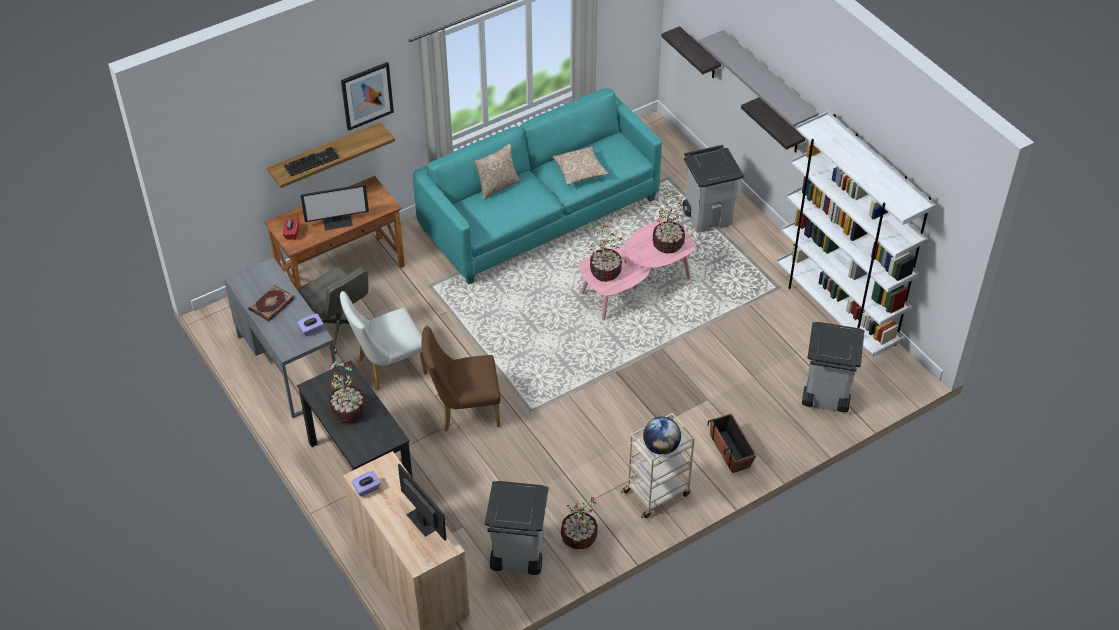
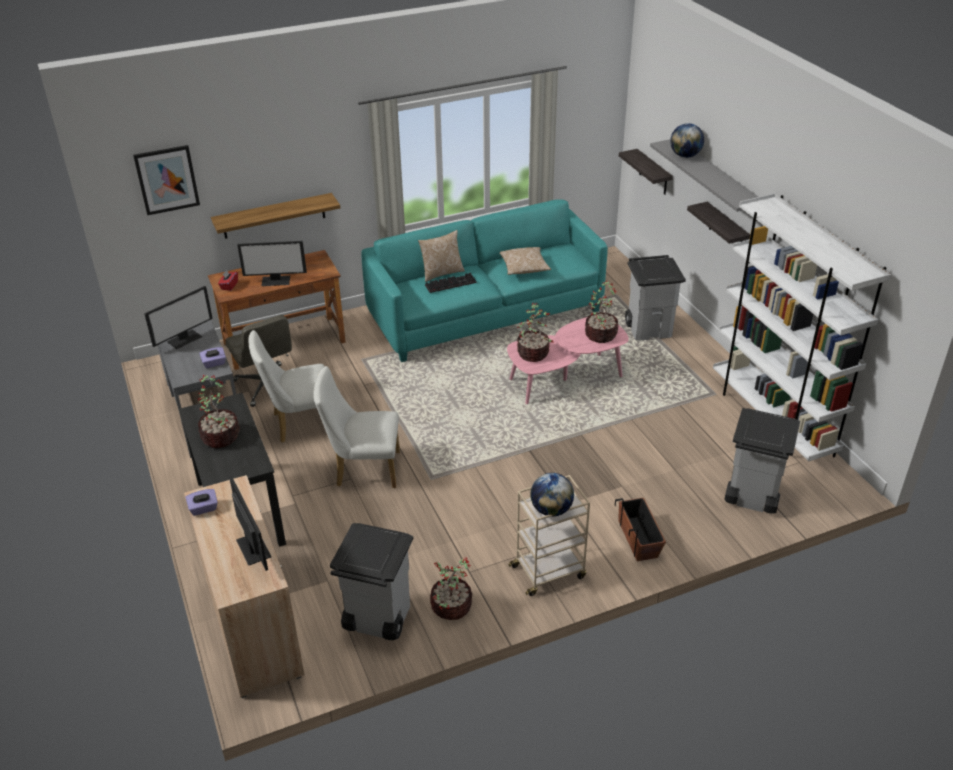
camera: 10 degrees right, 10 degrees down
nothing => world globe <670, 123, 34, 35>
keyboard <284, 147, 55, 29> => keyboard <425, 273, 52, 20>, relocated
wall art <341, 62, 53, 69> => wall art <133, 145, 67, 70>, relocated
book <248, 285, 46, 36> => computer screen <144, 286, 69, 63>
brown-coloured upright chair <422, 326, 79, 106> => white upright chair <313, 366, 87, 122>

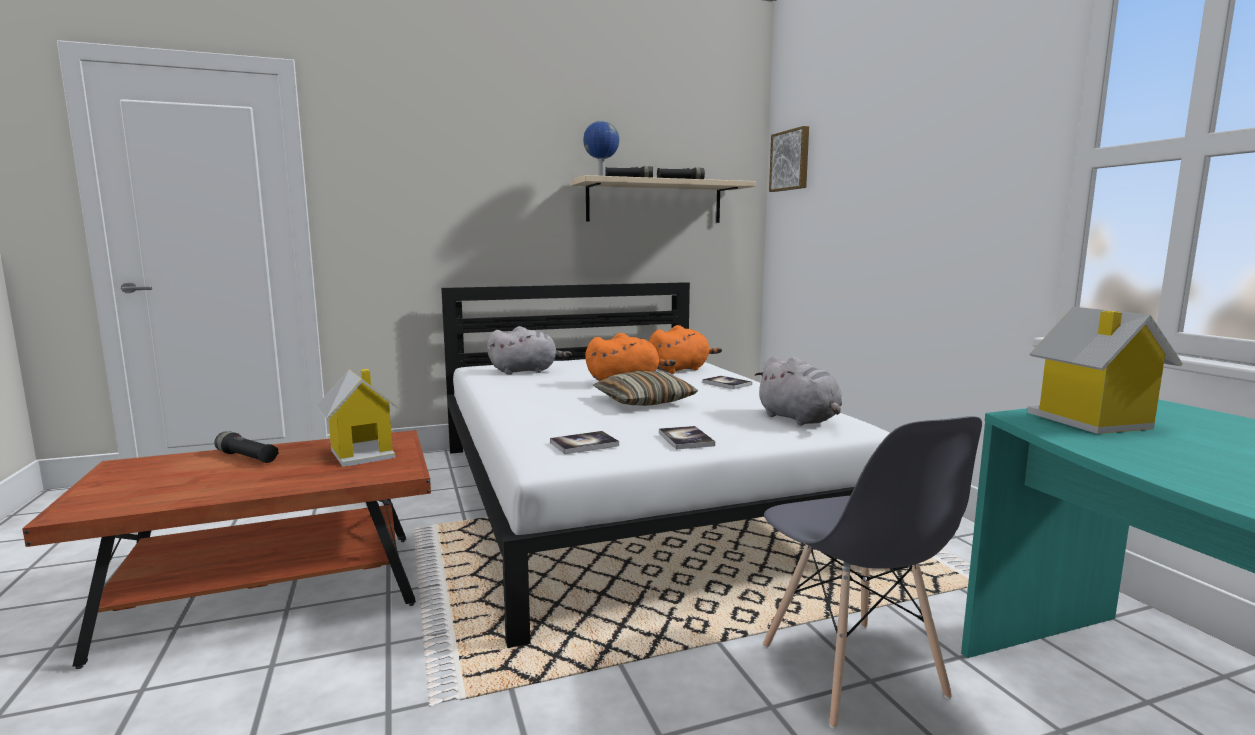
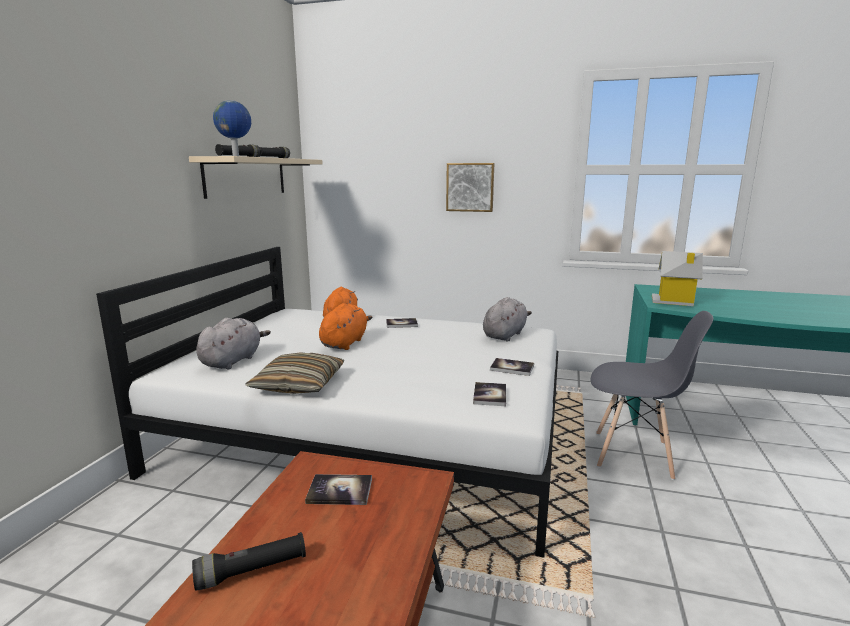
camera: 55 degrees left, 5 degrees up
cushion <593, 371, 105, 35> => cushion <245, 352, 99, 42>, relocated
wall art <769, 126, 40, 66> => wall art <446, 163, 48, 49>, relocated
model house <316, 369, 85, 98> => book <305, 474, 67, 31>
gray cuddly toy <755, 356, 87, 69> => gray cuddly toy <483, 297, 49, 44>, 60 degrees counterclockwise

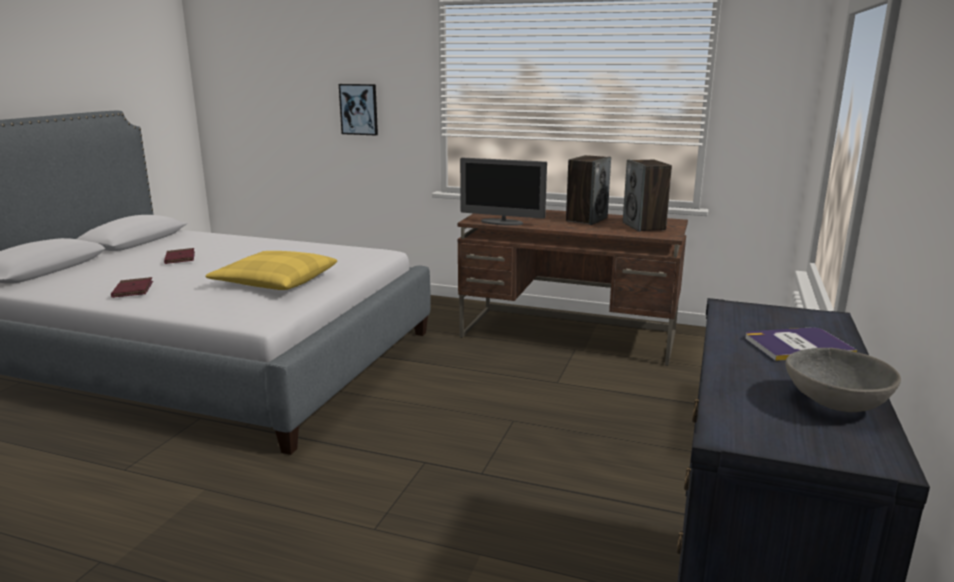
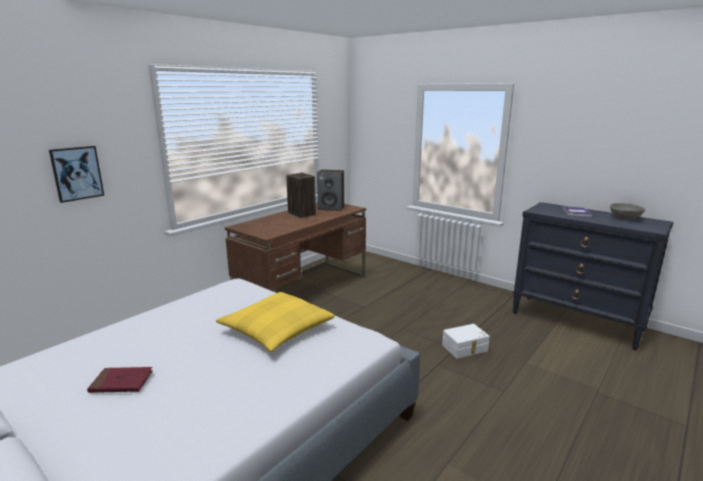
camera: 70 degrees left, 0 degrees up
red book <111, 277, 42, 21> => nothing
computer screen <460, 158, 87, 68> => nothing
nothing => white storage box <442, 324, 48, 35>

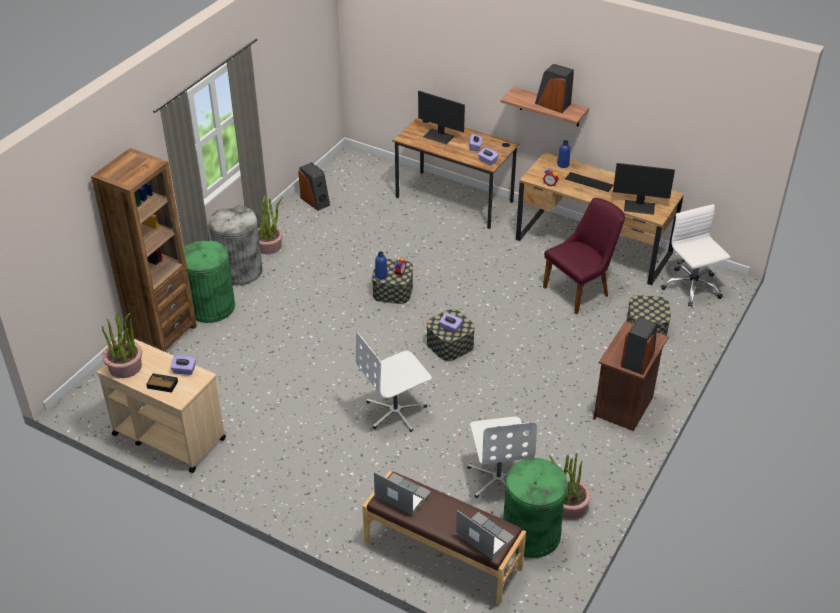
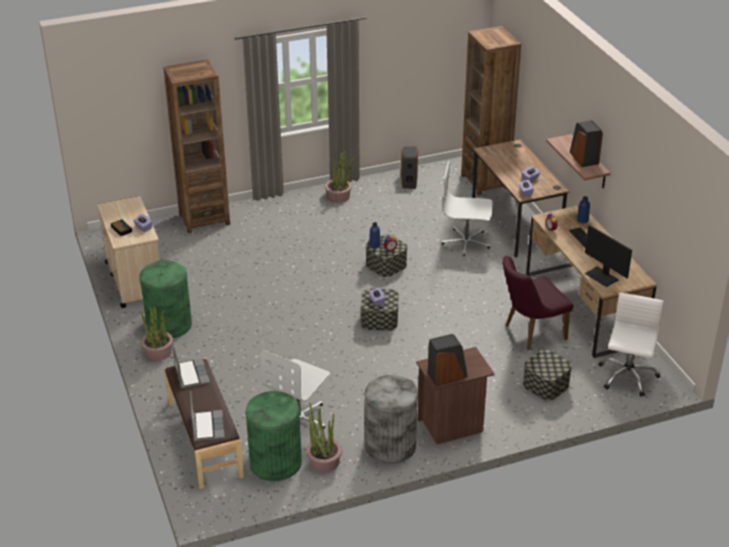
camera: 40 degrees right, 5 degrees down
computer screen <418, 91, 47, 53> => nothing
nothing => brown-coloured shelving unit <461, 26, 60, 170>
potted plant <102, 313, 40, 65> => potted plant <141, 306, 32, 55>, relocated
green-coloured trash can <183, 241, 52, 82> => green-coloured trash can <139, 260, 53, 78>, relocated
gray trash can <209, 205, 54, 81> => gray trash can <365, 375, 53, 89>, relocated
white desk chair <356, 332, 76, 100> => white desk chair <441, 161, 53, 95>, relocated
purple upright chair <543, 198, 82, 116> => purple upright chair <502, 256, 71, 94>, 150 degrees clockwise

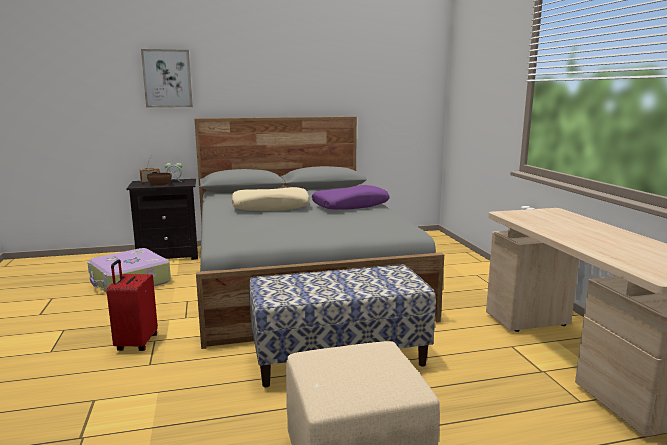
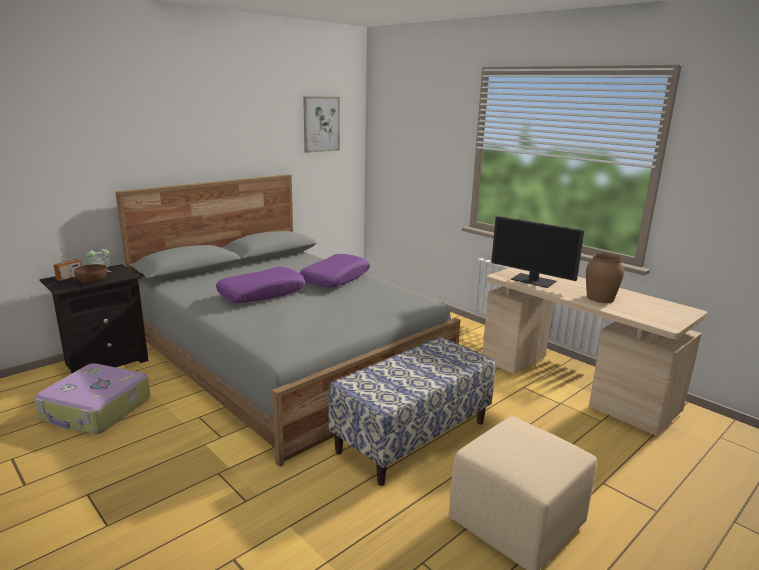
camera: 30 degrees left, 5 degrees up
red piece of luggage <107, 259, 51, 92> => nothing
nothing => computer screen <491, 216, 94, 72>
nothing => brown-coloured decorative vase <586, 253, 38, 50>
wall art <141, 49, 52, 59> => wall art <303, 96, 37, 57>, relocated
sand-coloured cushion <232, 187, 78, 24> => purple cushion <216, 267, 90, 36>

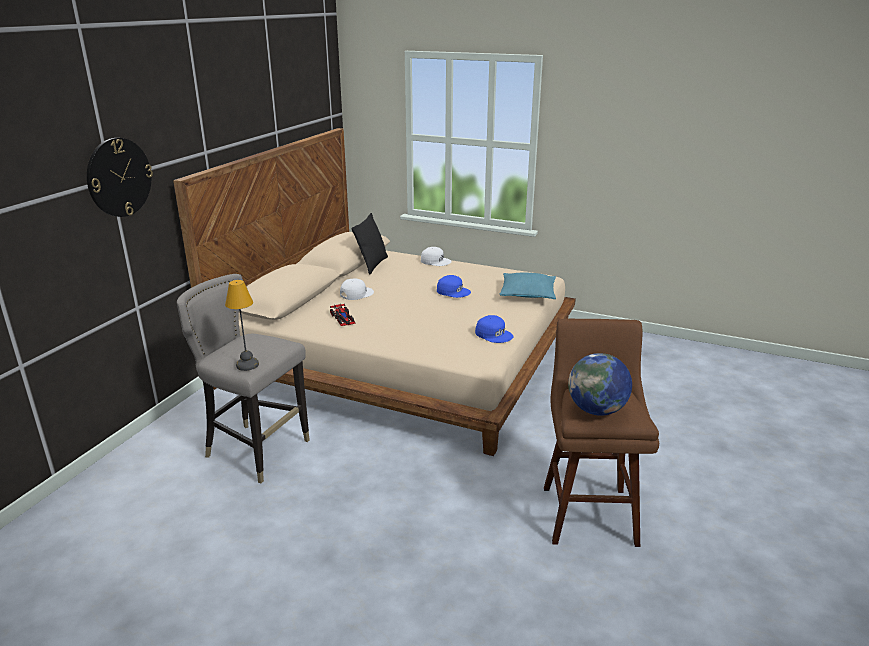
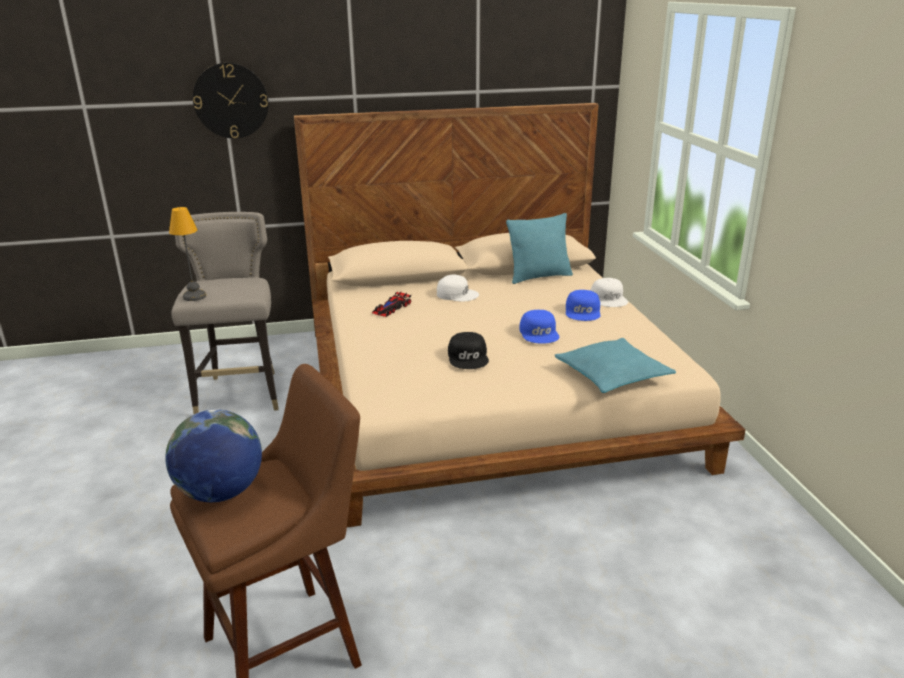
camera: 55 degrees right, 0 degrees up
nothing => black-coloured cap <448, 332, 41, 37>
blue cap <475, 315, 38, 28> => blue cap <566, 290, 35, 31>, relocated
black-coloured cushion <352, 213, 36, 62> => turquoise cushion <506, 213, 67, 71>

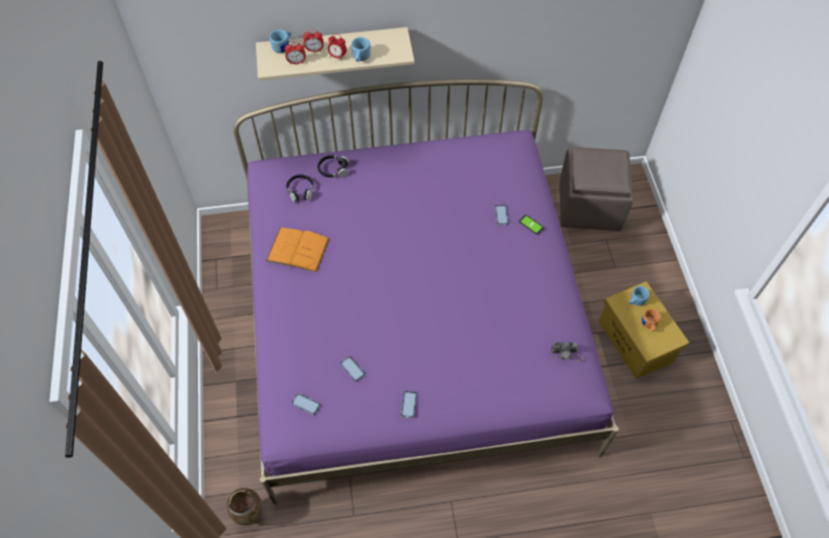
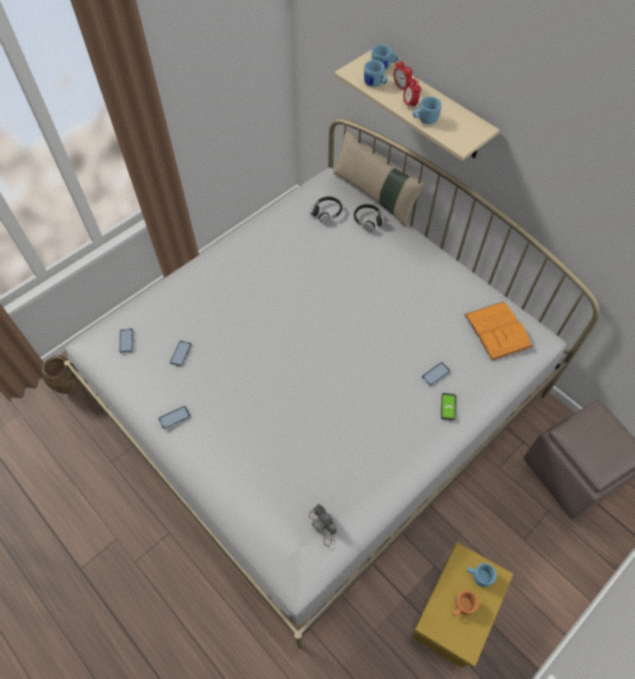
camera: 55 degrees right, 0 degrees up
nothing => sand-coloured cushion <333, 129, 94, 98>
orangey book <266, 227, 64, 45> => orangey book <464, 302, 69, 59>, relocated
alarm clock <285, 42, 21, 22> => blue tea mug <364, 60, 24, 27>
purple bedroom bed <233, 79, 386, 426> => white bedroom bed <64, 118, 536, 531>

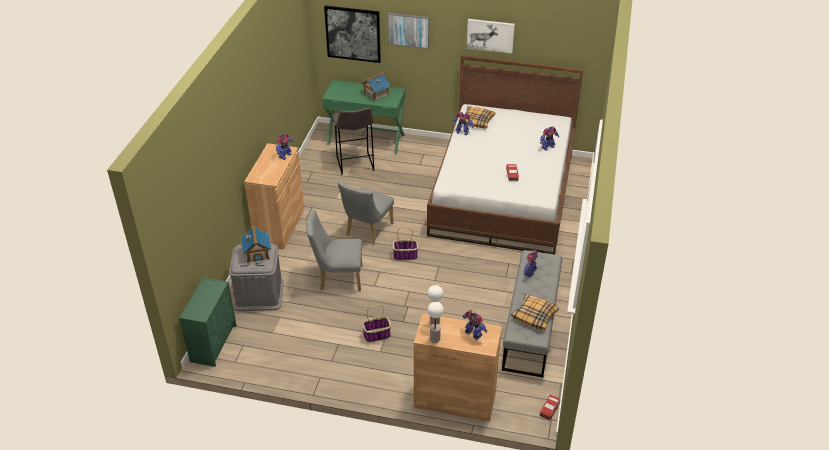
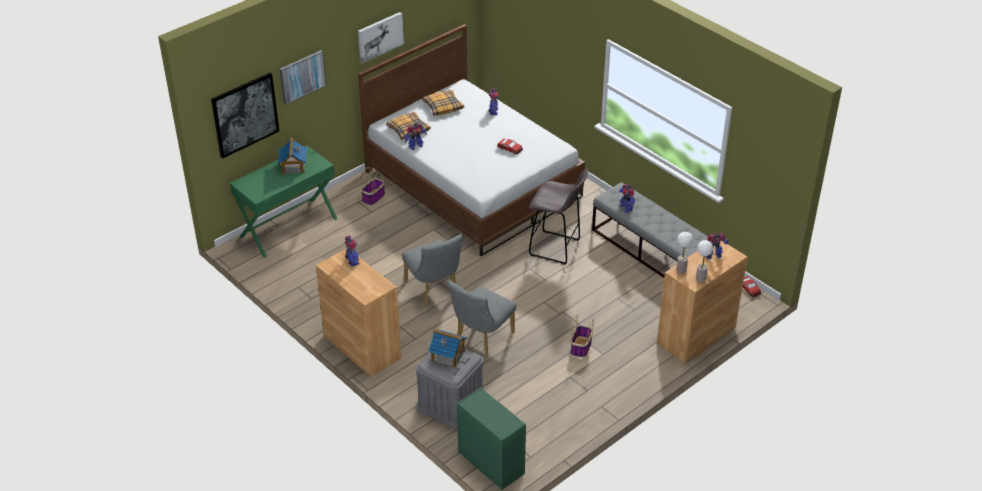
camera: 55 degrees left, 0 degrees up
gray sitting stool <332, 108, 42, 67> => gray sitting stool <529, 169, 59, 96>, relocated
basket <393, 226, 25, 34> => basket <361, 167, 24, 38>, relocated
cushion <511, 294, 48, 36> => cushion <422, 90, 42, 25>, relocated

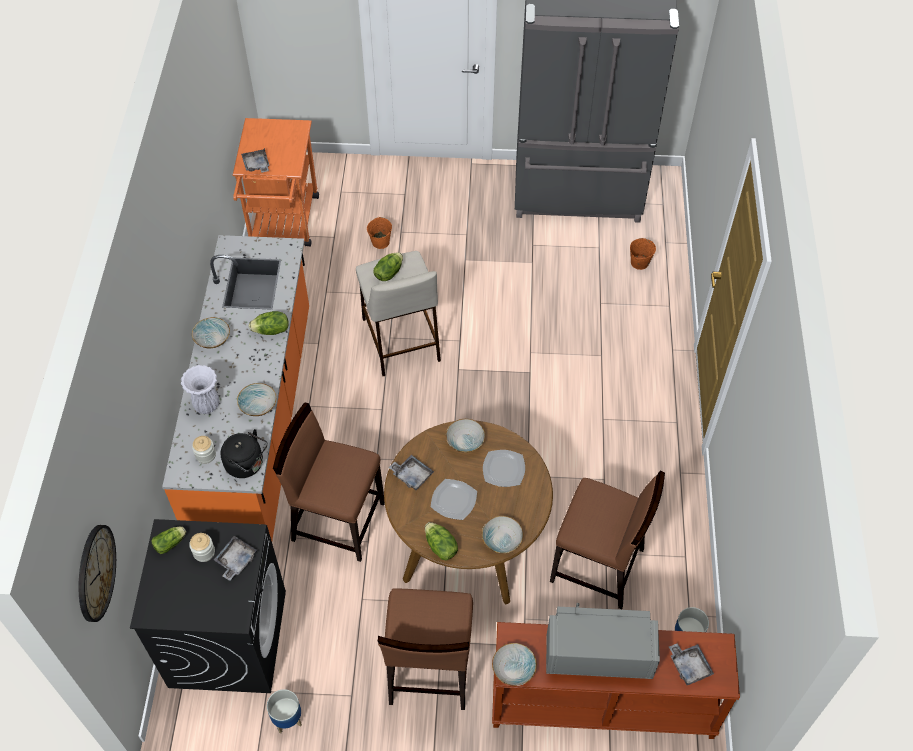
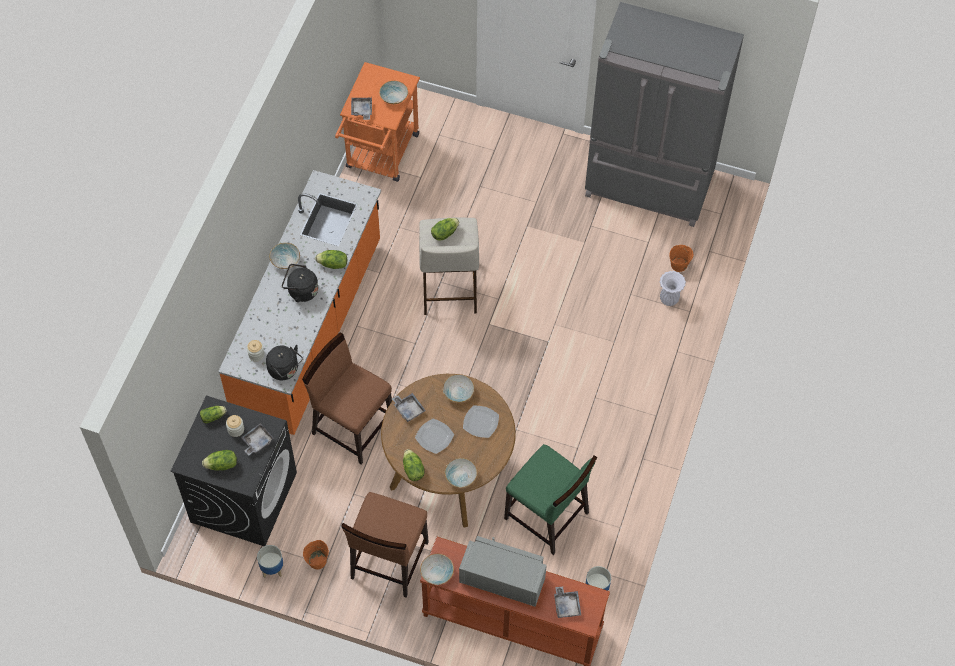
camera: 15 degrees right, 5 degrees up
hanging clock <79, 525, 37, 97> => nothing
nothing => lettuce <202, 450, 35, 20>
nothing => black-coloured water kettle <282, 264, 36, 38>
white decorative vase <181, 365, 38, 49> => white decorative vase <660, 271, 26, 35>, relocated
serving bowl <237, 383, 40, 33> => serving bowl <379, 81, 29, 23>, relocated
orangey pail <367, 217, 25, 32> => orangey pail <303, 540, 26, 30>, relocated
brown-coloured upright chair <550, 471, 115, 138> => green-coloured upright chair <504, 444, 93, 111>

